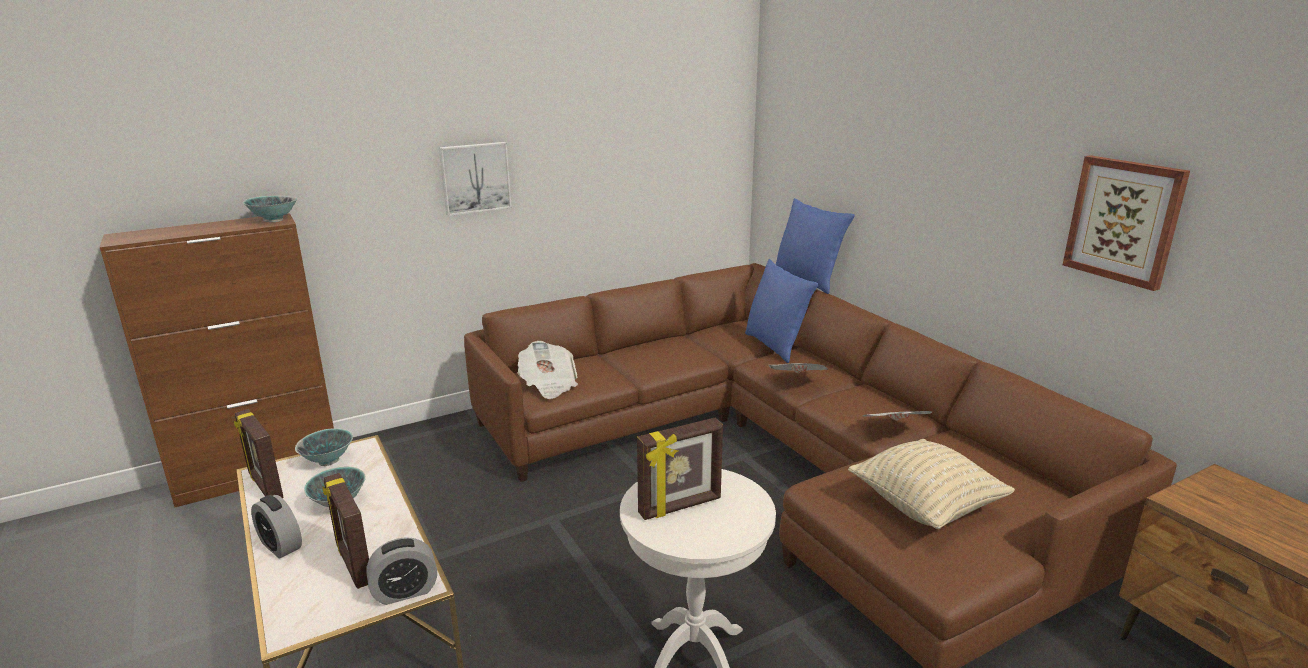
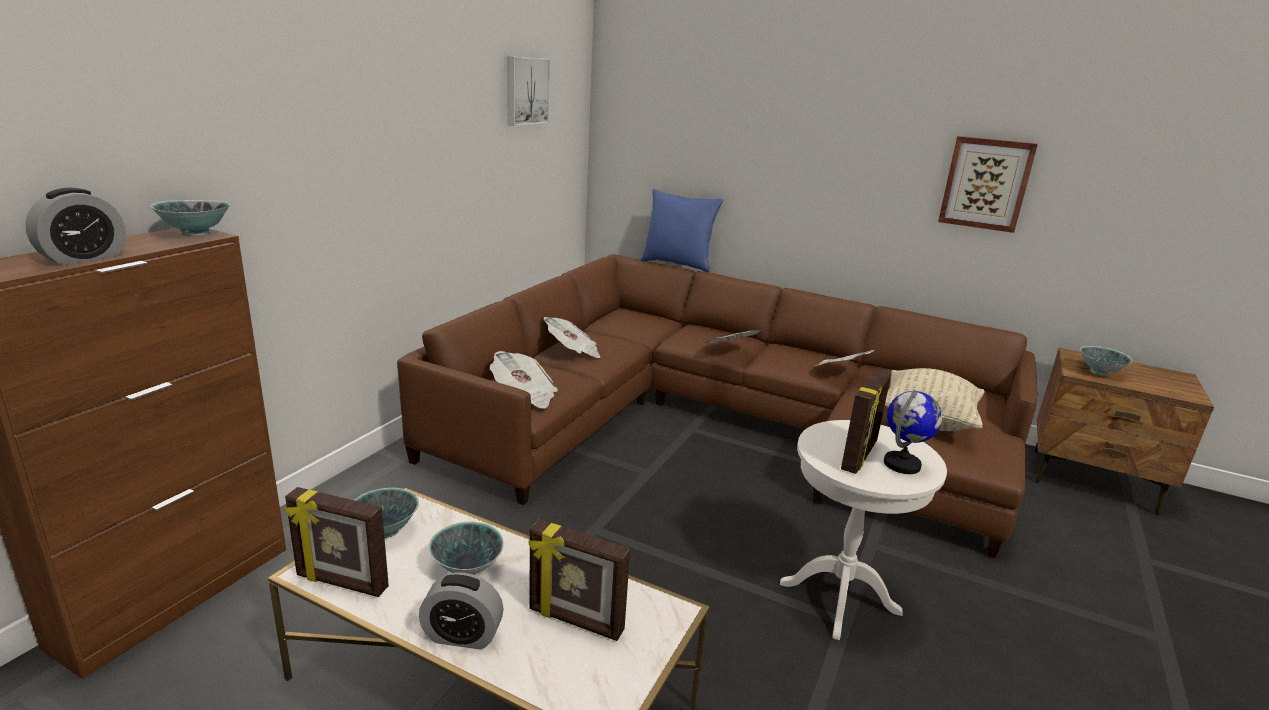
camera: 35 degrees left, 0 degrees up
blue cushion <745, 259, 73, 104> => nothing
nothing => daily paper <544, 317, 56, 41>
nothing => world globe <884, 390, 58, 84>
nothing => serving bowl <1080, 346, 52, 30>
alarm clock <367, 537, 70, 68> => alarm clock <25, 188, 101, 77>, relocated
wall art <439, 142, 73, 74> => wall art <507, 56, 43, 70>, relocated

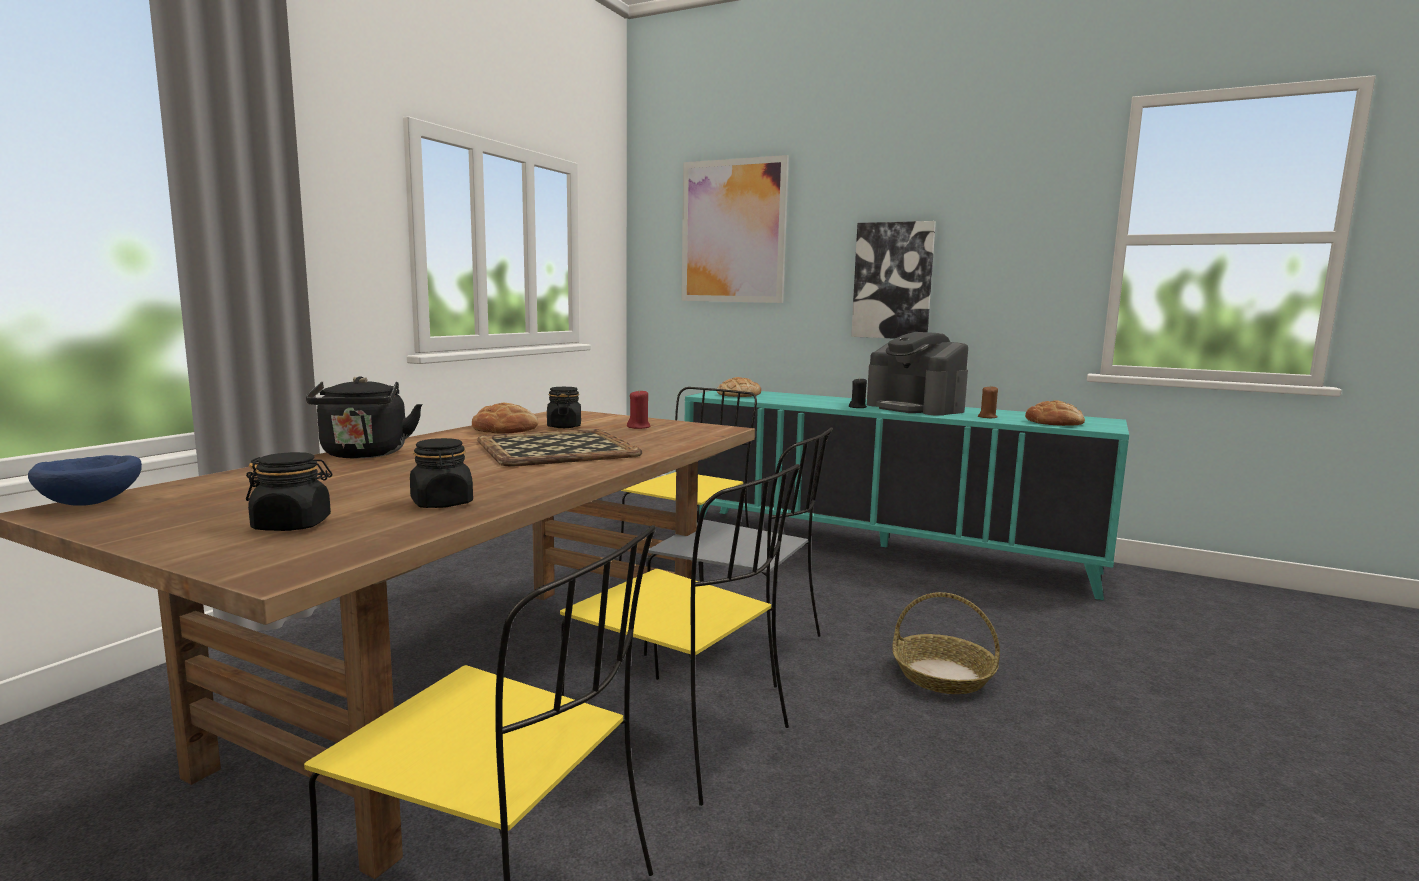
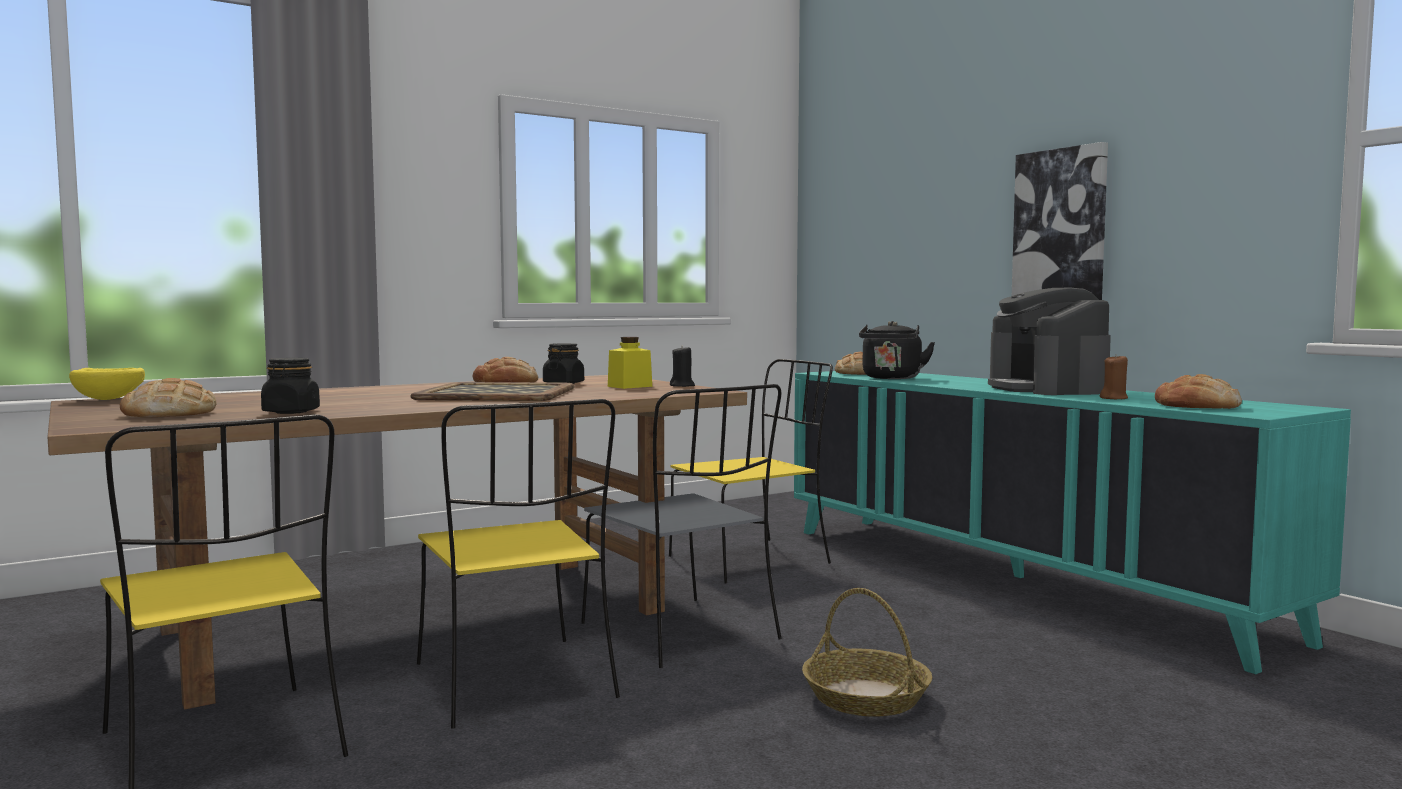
camera: 30 degrees right, 5 degrees down
wall art <681, 155, 108, 148> => nothing
black-coloured water kettle <306, 376, 116, 82> => black-coloured water kettle <859, 321, 76, 58>, relocated
black-coloured candle <849, 377, 18, 31> => black-coloured candle <670, 345, 25, 42>, relocated
black-coloured storage jar <246, 452, 86, 79> => bread <120, 378, 97, 39>
red candle <627, 389, 23, 40> => yellowish storage jar <608, 337, 44, 52>
blue serving bowl <28, 455, 114, 51> => yellowish serving bowl <69, 368, 76, 32>

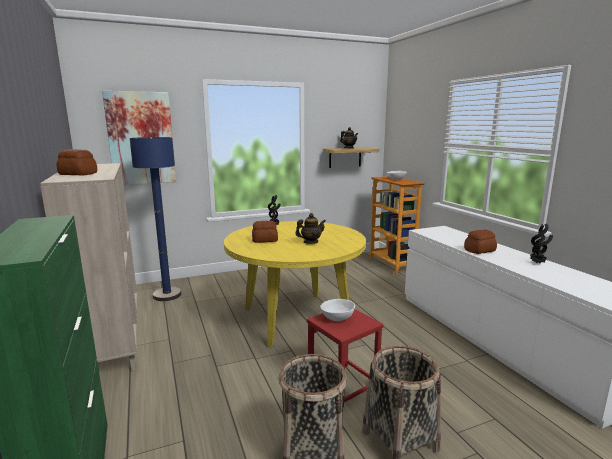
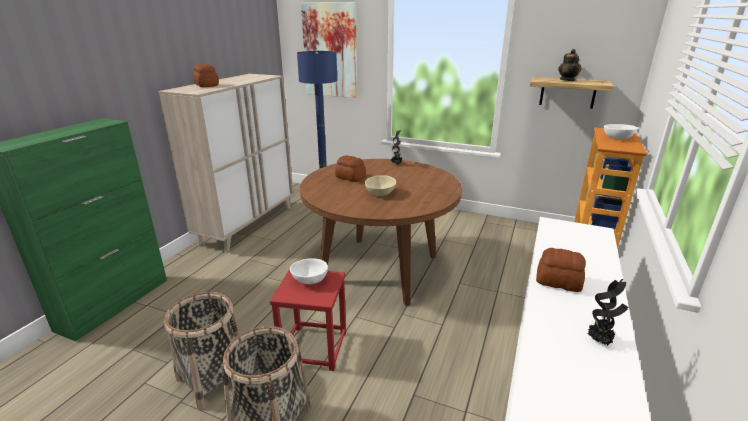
camera: 45 degrees right, 10 degrees up
teapot <295, 213, 31, 31> => sand-coloured serving bowl <365, 175, 31, 21>
yellowish dining table <224, 221, 142, 126> => brown-coloured dining table <300, 159, 162, 147>

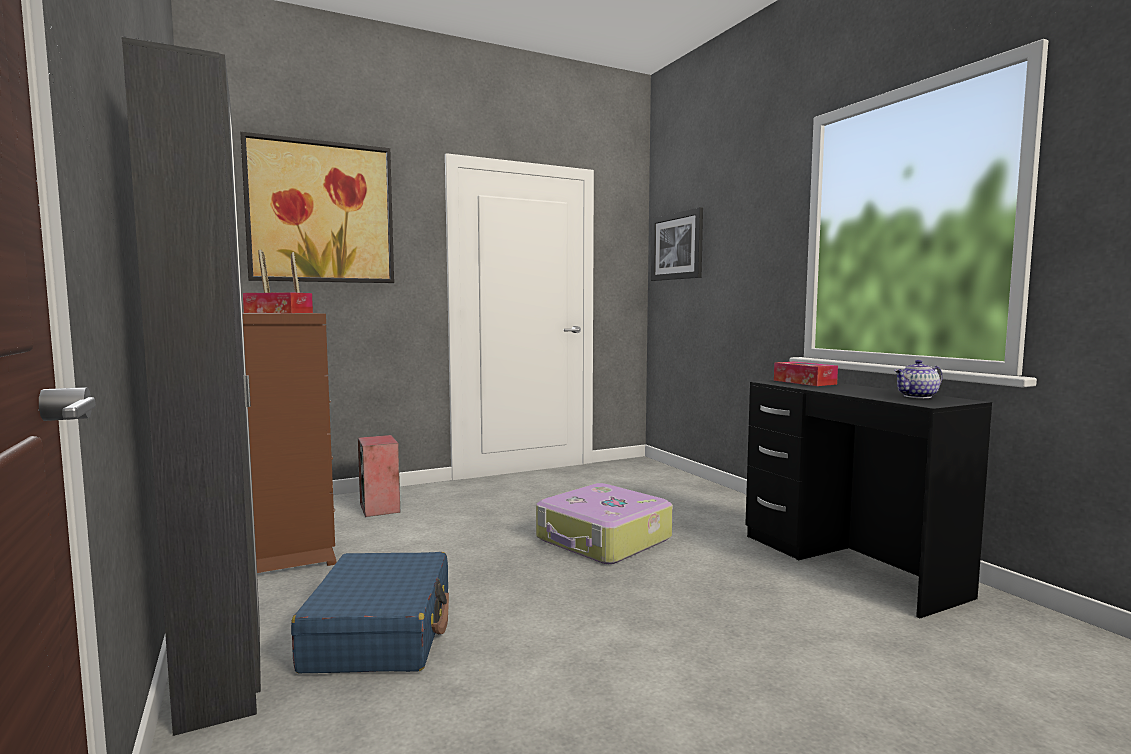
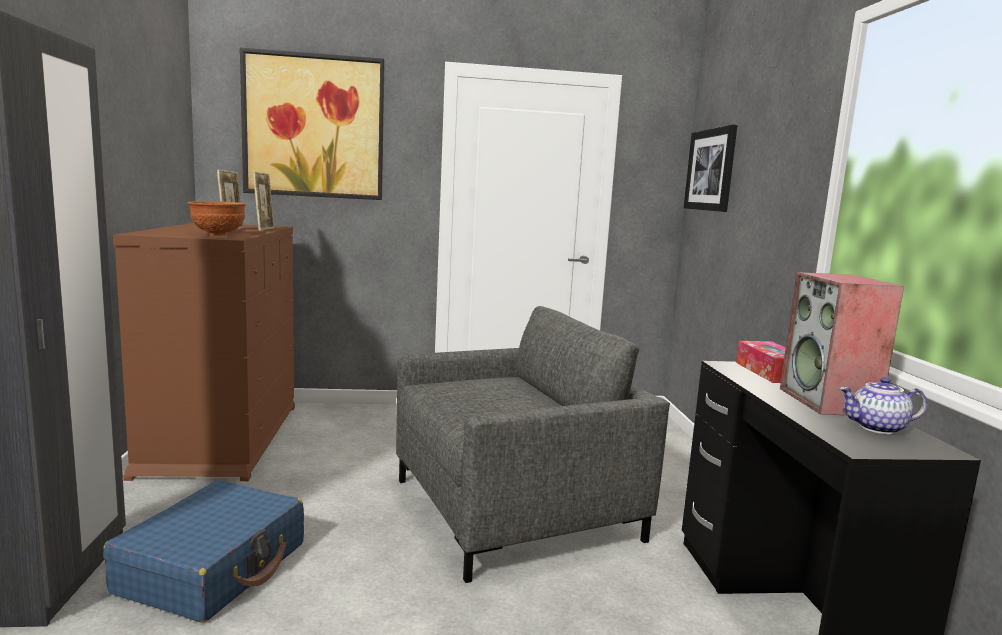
camera: 20 degrees right, 5 degrees up
loudspeaker <358, 435, 42, 82> => loudspeaker <780, 272, 124, 143>, relocated
tissue box <243, 292, 70, 21> => brown-coloured serving bowl <187, 201, 59, 34>
piece of luggage <536, 483, 137, 81> => gray easy chair <396, 306, 274, 277>

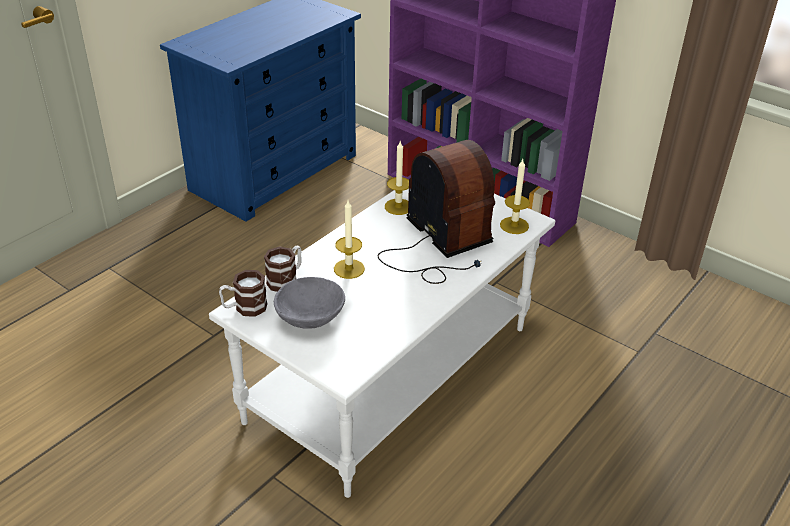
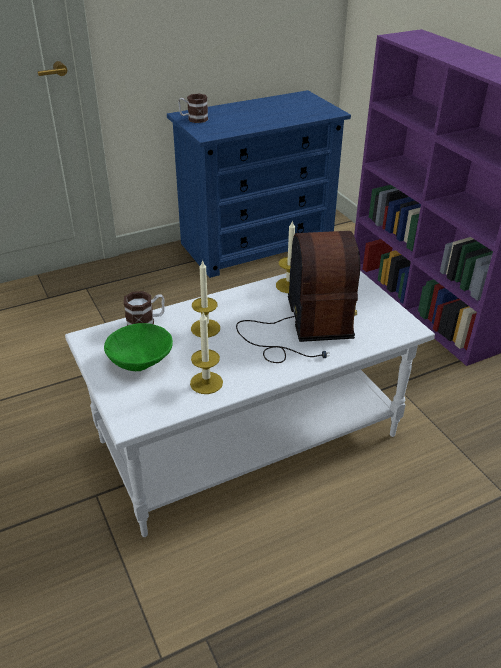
camera: 25 degrees right, 0 degrees up
tea mug <219, 270, 49, 47> => tea mug <178, 94, 30, 29>, relocated
candle <500, 159, 30, 75> => candle <190, 312, 33, 82>, relocated
gray serving bowl <274, 277, 71, 52> => green-coloured serving bowl <104, 323, 69, 48>

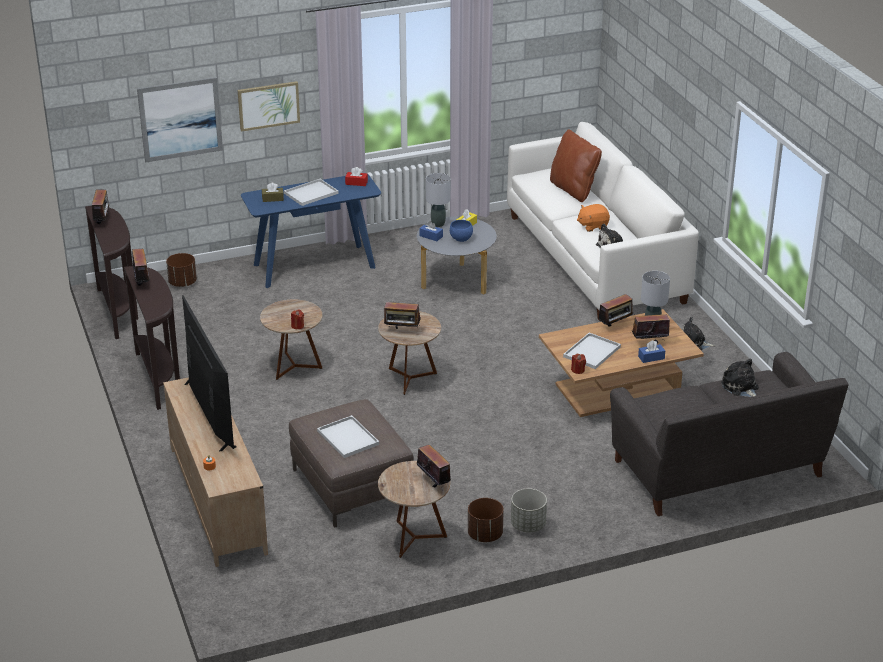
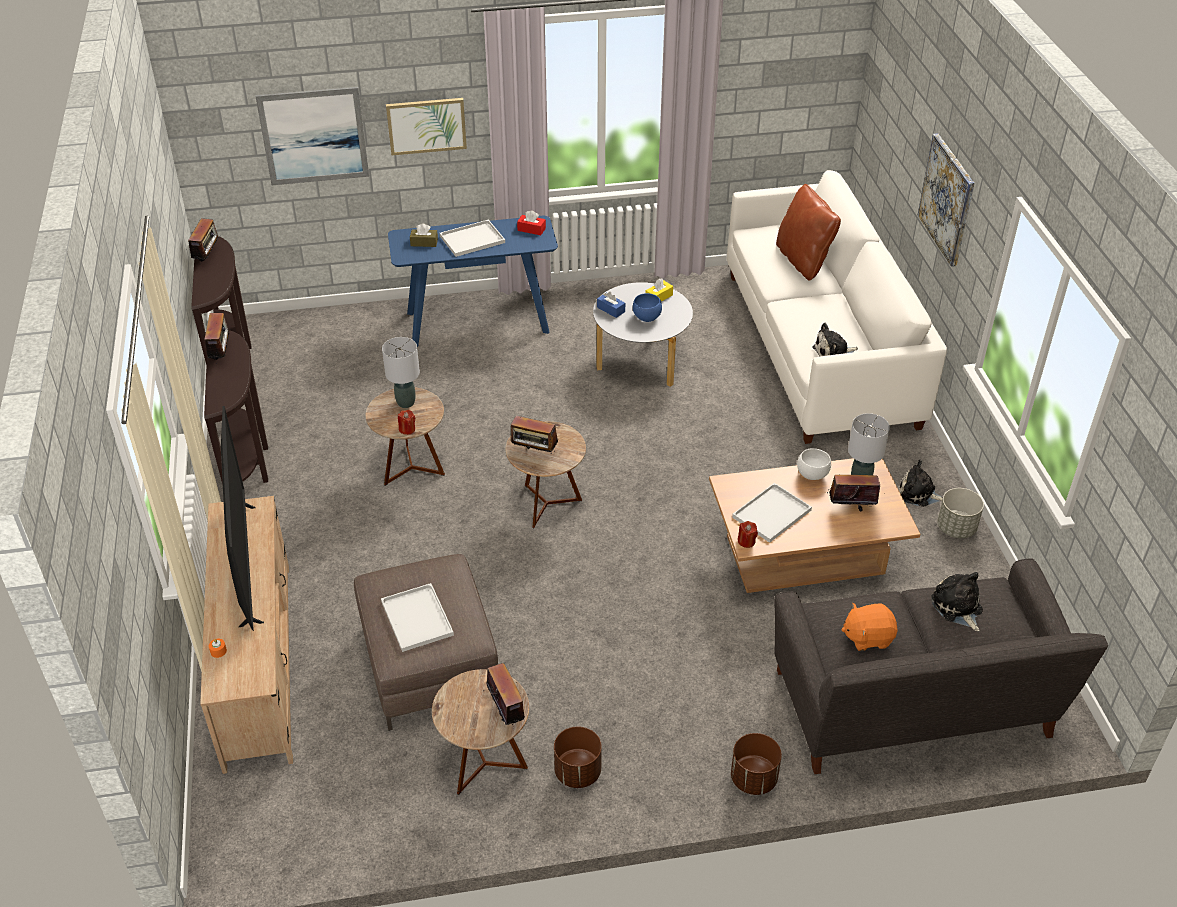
camera: 10 degrees right, 10 degrees up
blue tissue box <638, 340, 27, 23> => nothing
nothing => wall art <918, 133, 57, 134>
brown-coloured plant pot <166, 253, 31, 34> => brown-coloured plant pot <731, 733, 51, 62>, relocated
gray table lamp <426, 173, 25, 54> => gray table lamp <382, 337, 38, 71>, relocated
gray plant pot <511, 488, 36, 45> => gray plant pot <937, 488, 47, 50>, relocated
orangey cuddly toy <577, 204, 33, 28> => orangey cuddly toy <842, 603, 56, 48>, relocated
radio receiver <599, 294, 36, 34> => white serving bowl <797, 448, 34, 32>

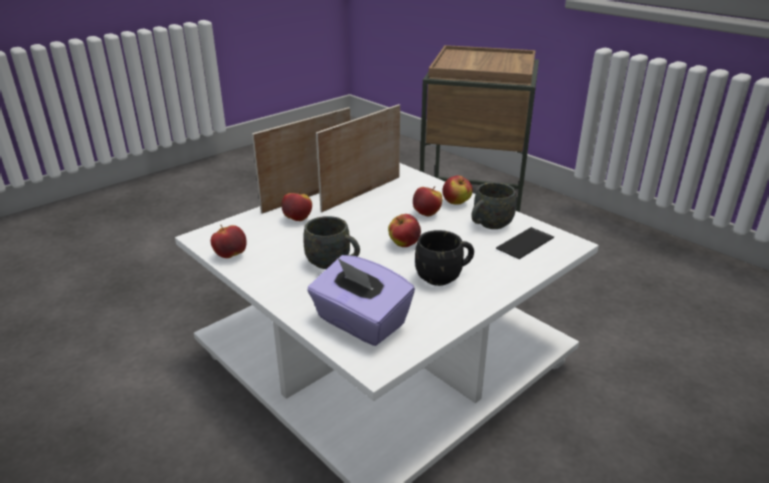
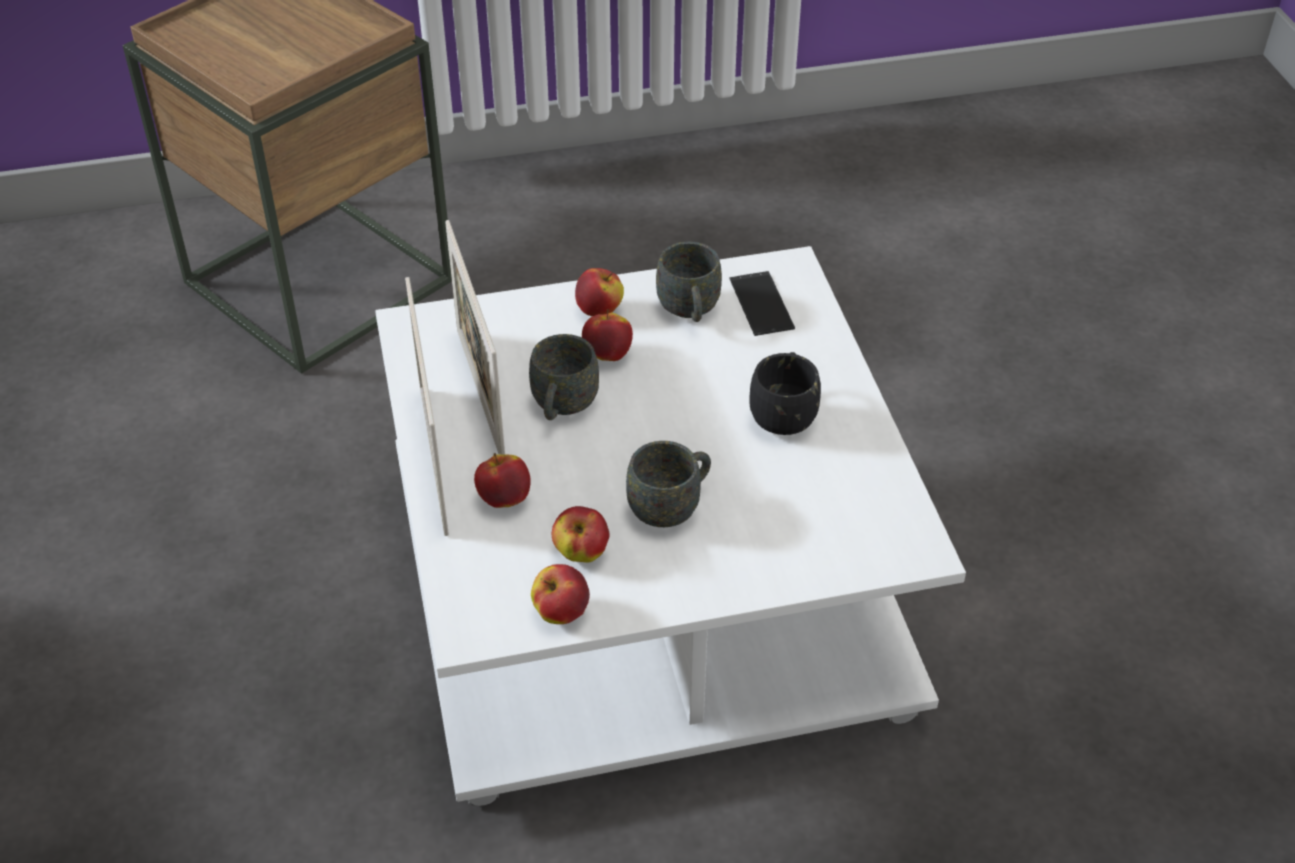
camera: 60 degrees left, 15 degrees up
purple tissue box <307, 255, 108, 91> => nothing
nothing => gray tea mug <529, 334, 70, 86>
apple fruit <388, 214, 33, 33> => apple fruit <552, 506, 58, 57>, relocated

